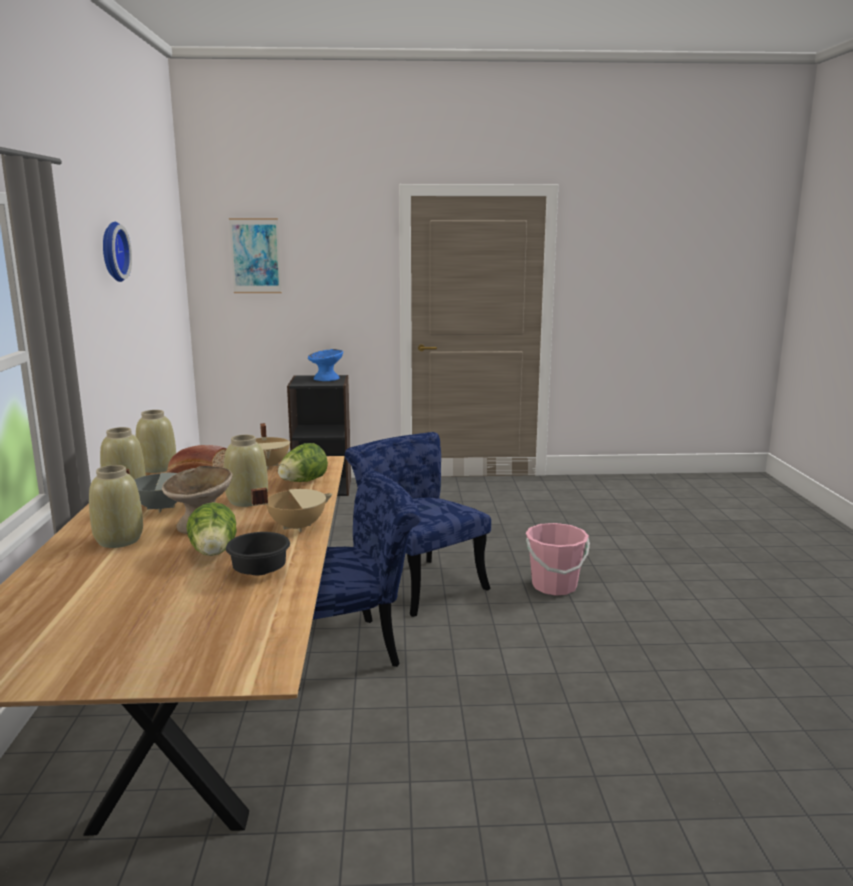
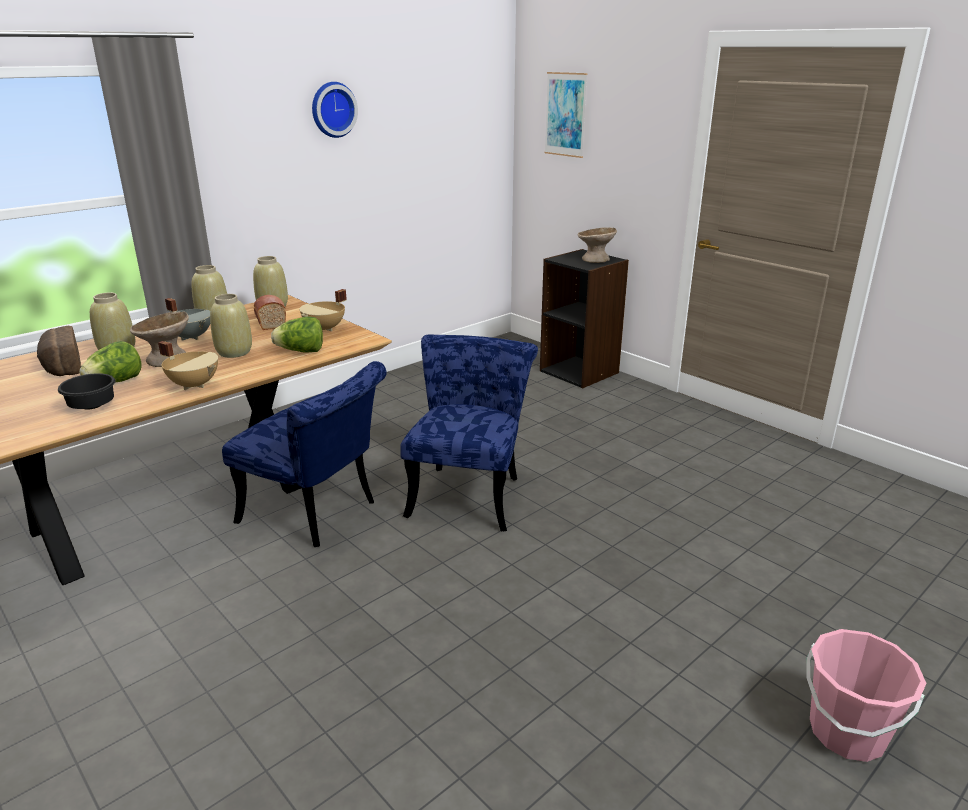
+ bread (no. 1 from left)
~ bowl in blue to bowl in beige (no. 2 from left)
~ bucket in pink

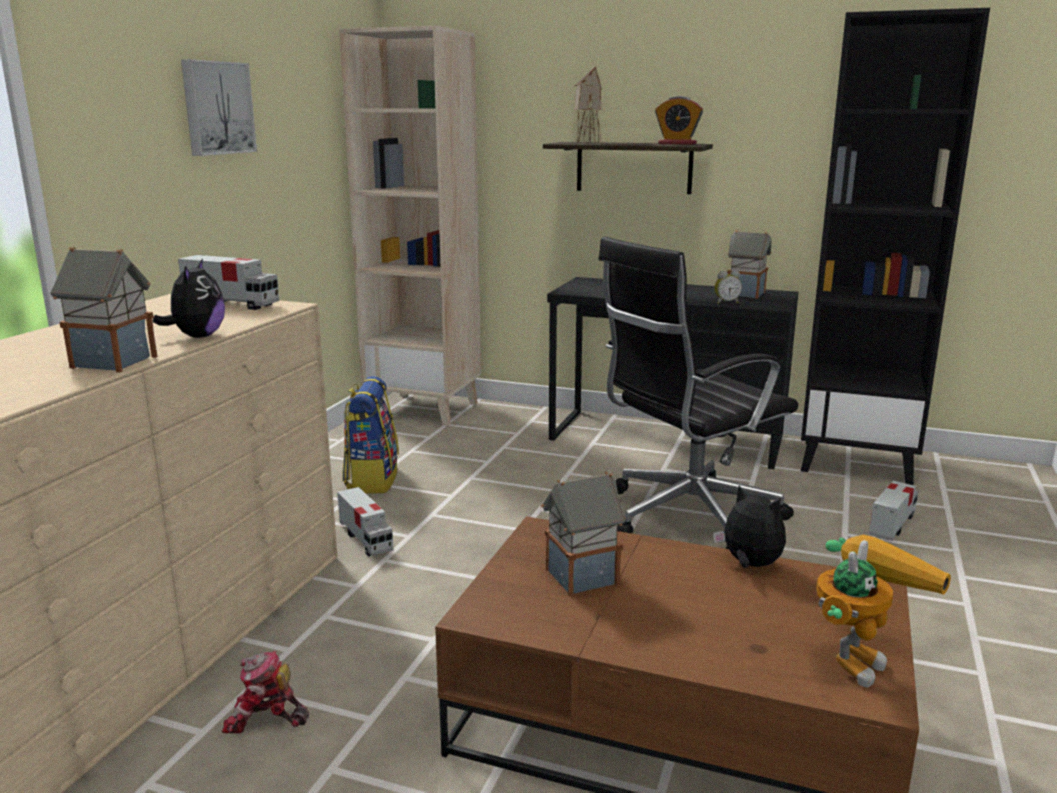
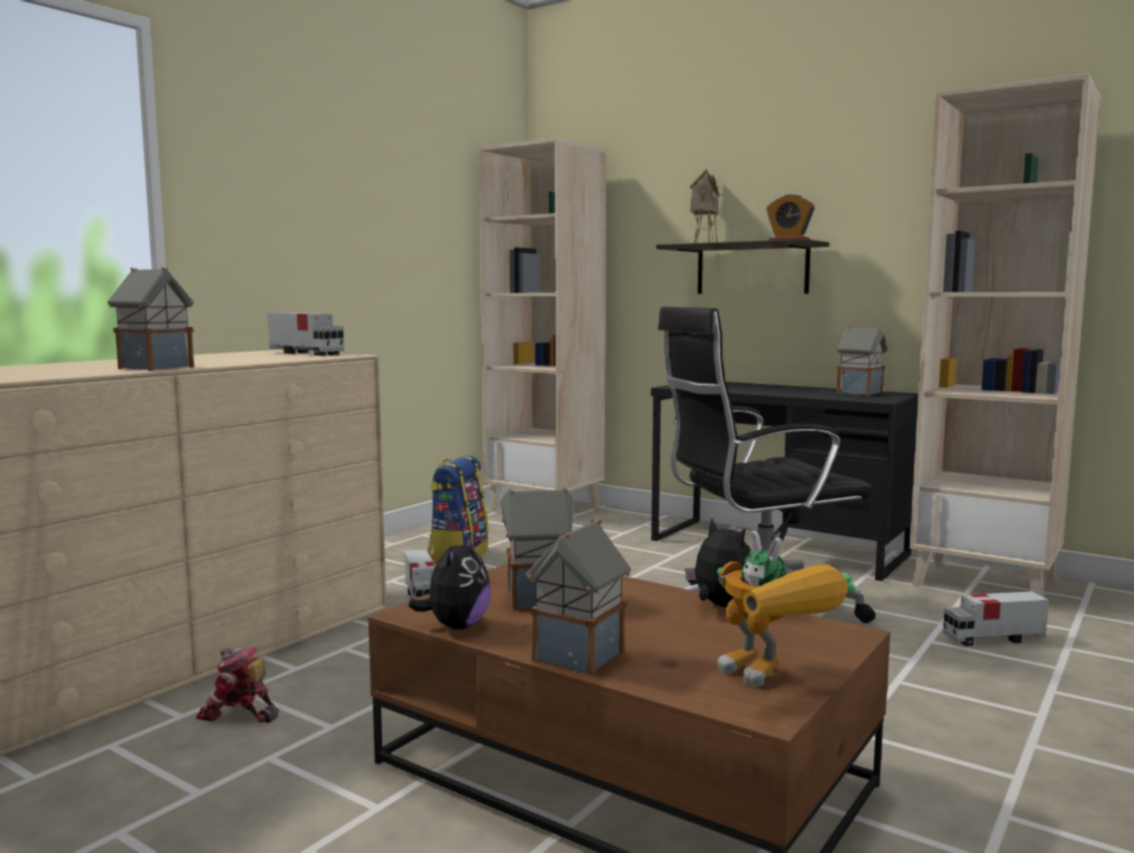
~ plush toy (no. 1 from left)
+ toy house (no. 3 from left)
~ toy robot (no. 2 from left) 90 degrees clockwise
~ bookcase in black to bookcase in beige (no. 2 from left)
~ toy truck (no. 3 from left) 150 degrees counterclockwise
- picture
- alarm clock (no. 2 from left)

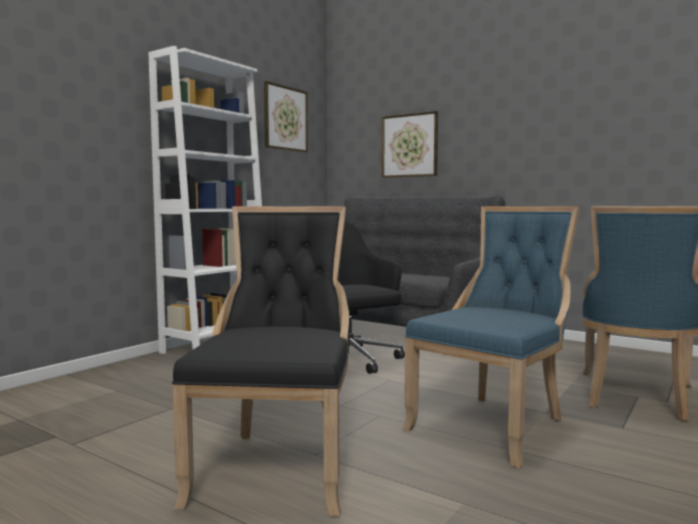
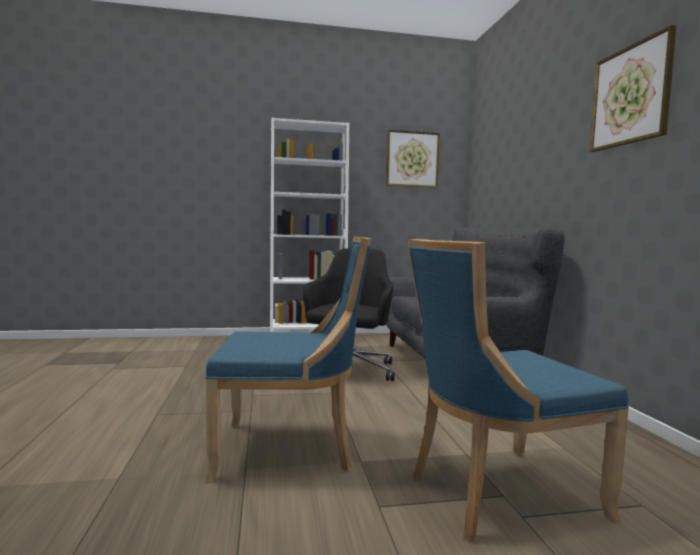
~ picture (no. 2 from left)
- chair in black

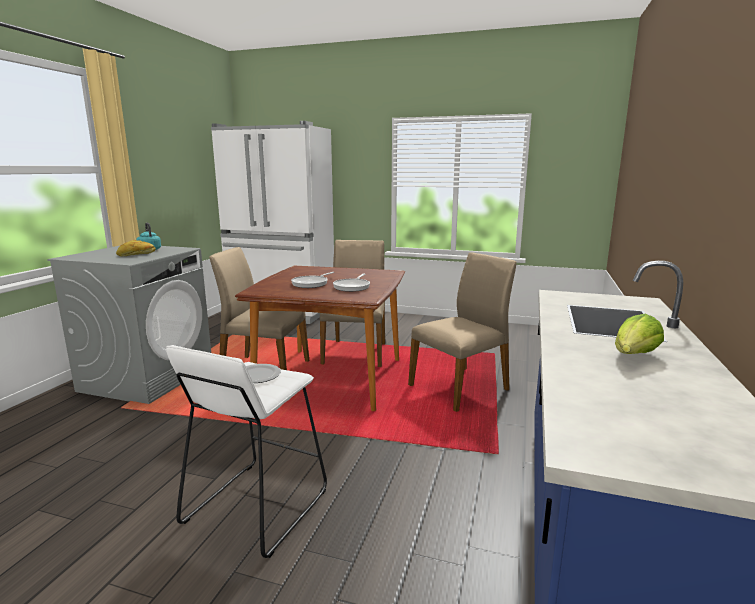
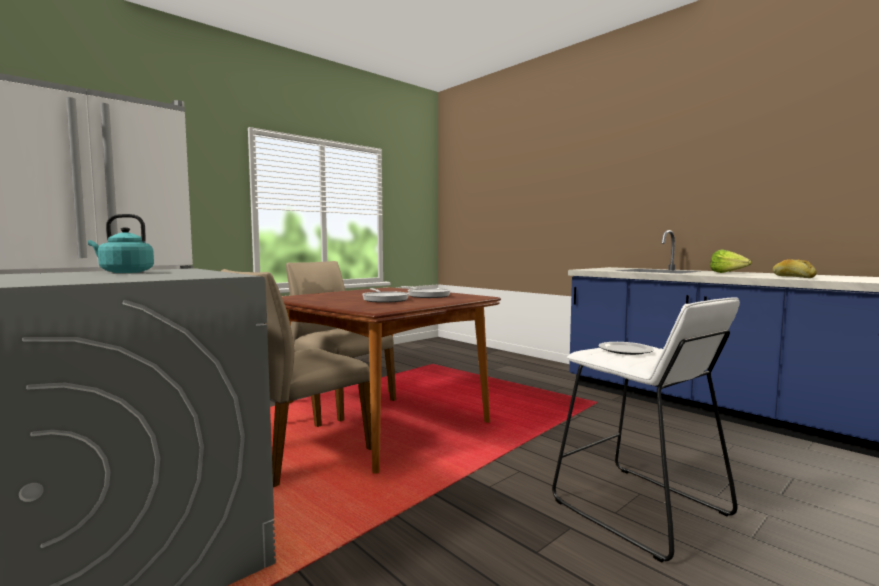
~ bread
- chair in beige (no. 3 from left)

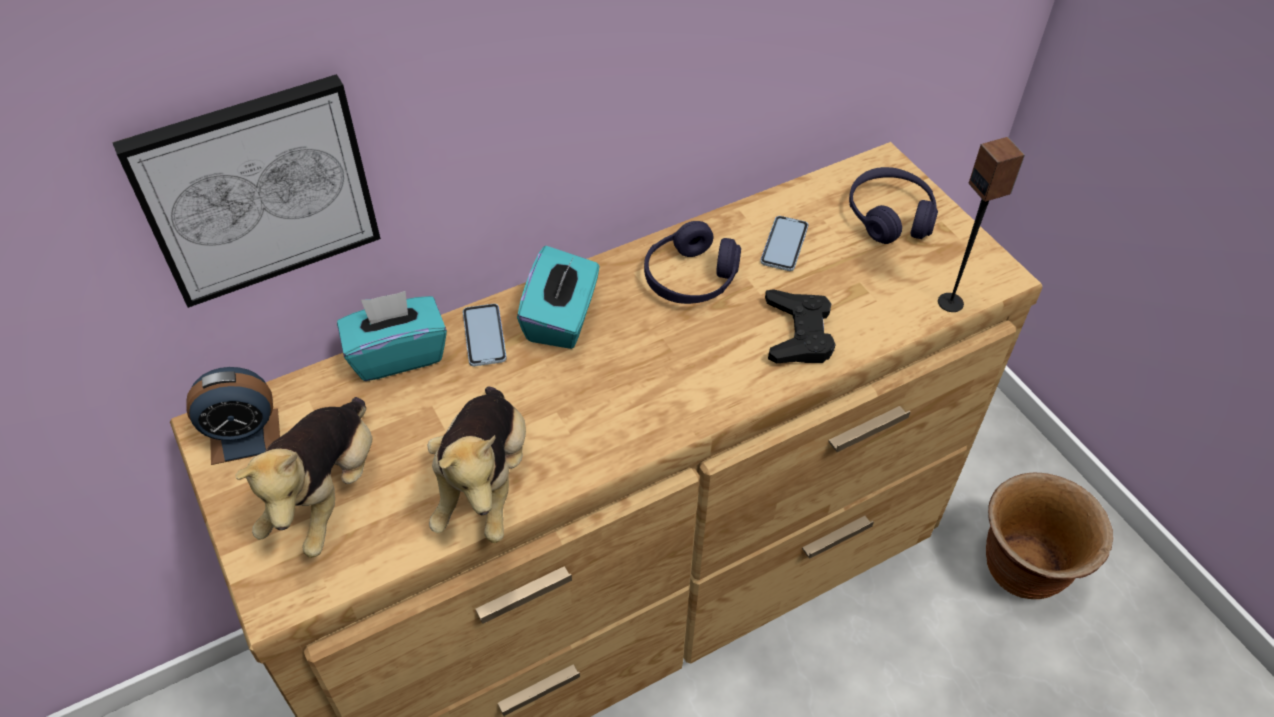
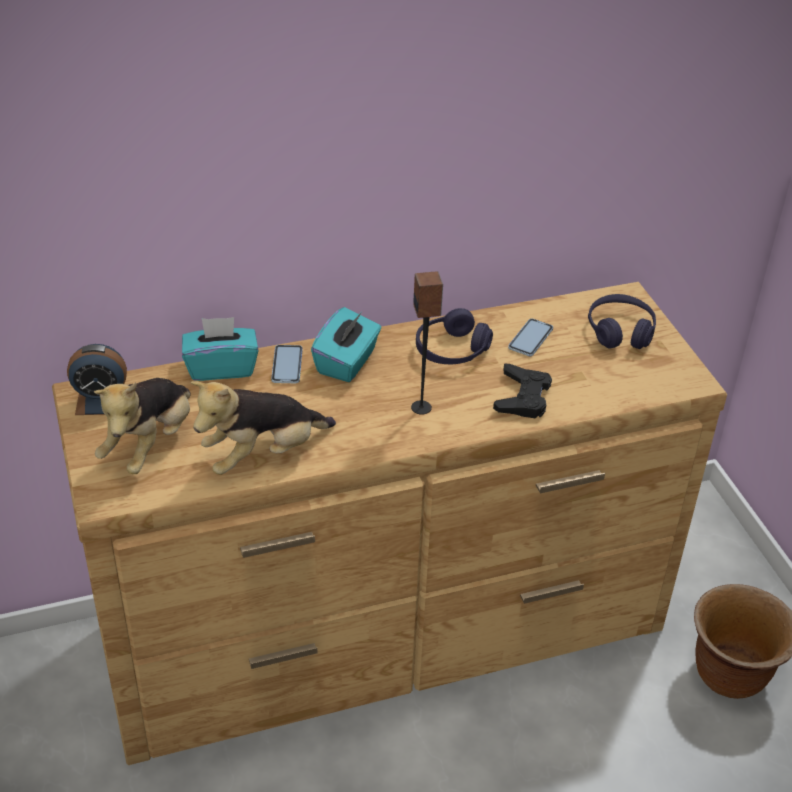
~ plush toy (no. 2 from left) 45 degrees clockwise
~ speaker
- picture

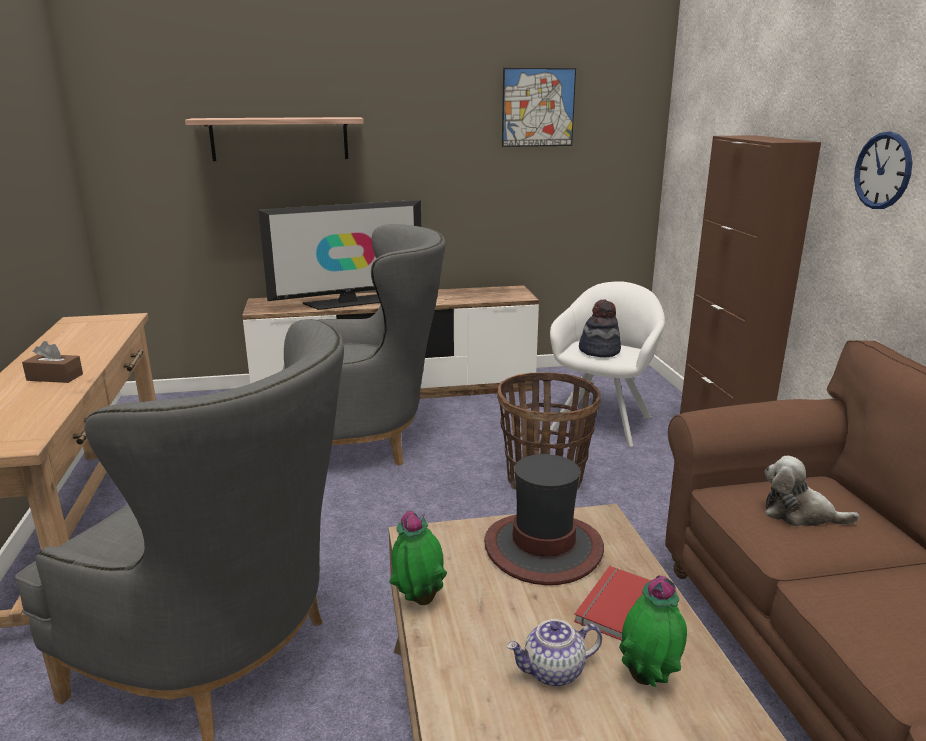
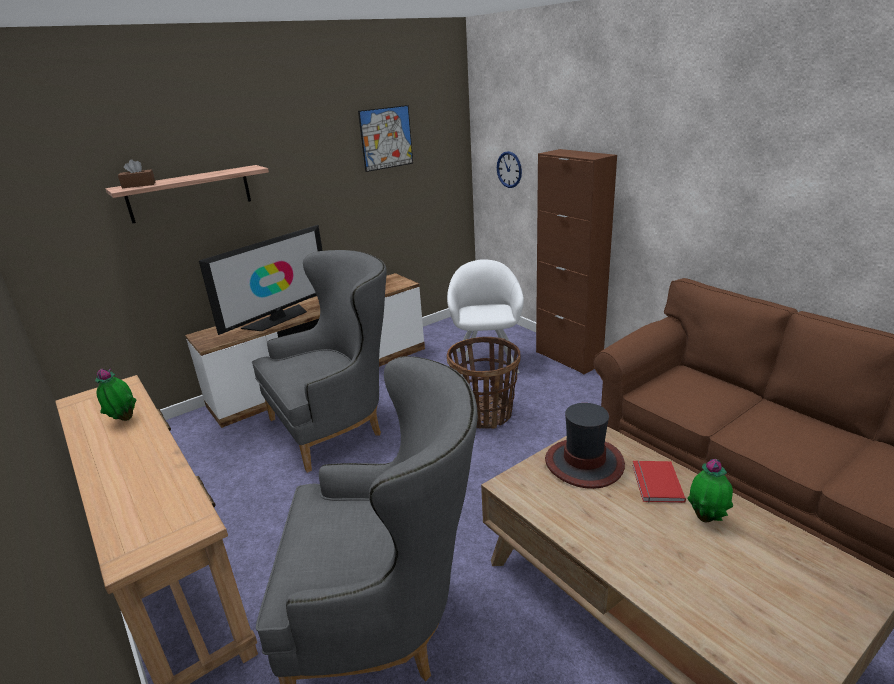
~ potted plant (no. 1 from left)
~ tissue box in brown
~ wall clock
- teapot
- hat (no. 2 from left)
- plush toy

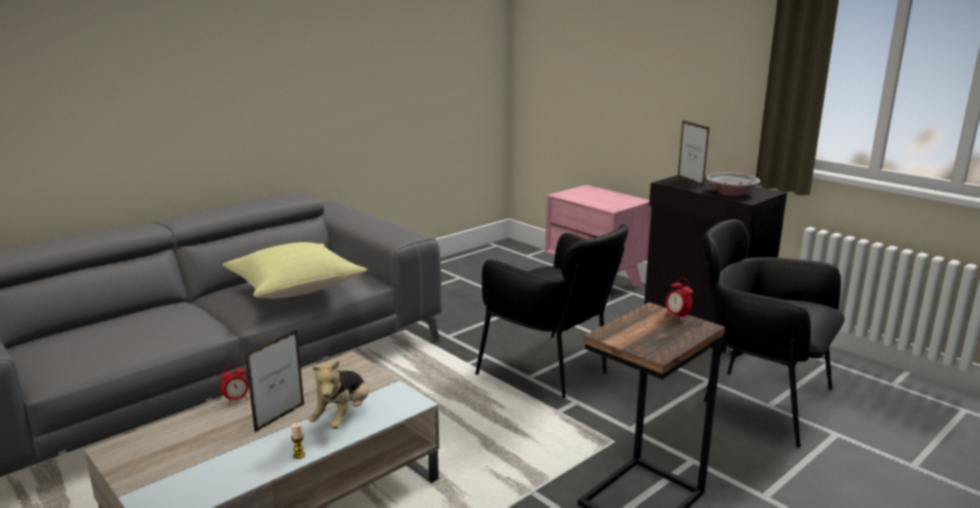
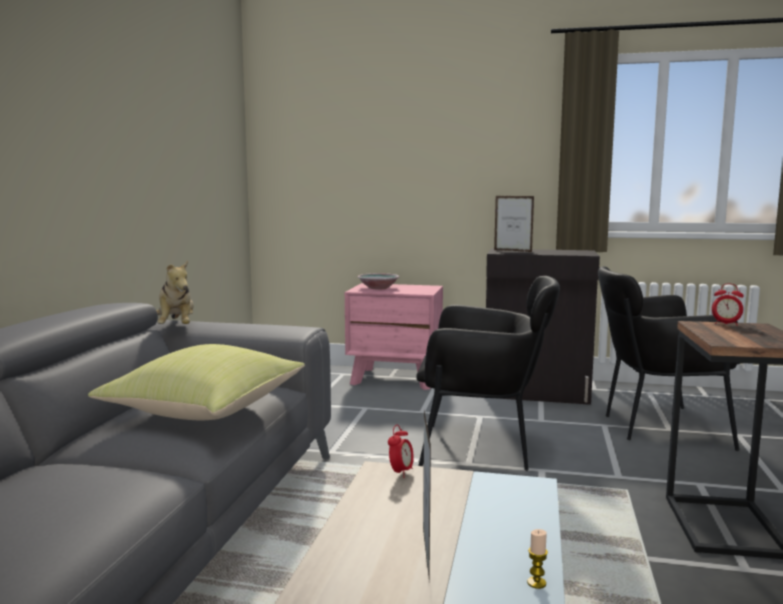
~ plush toy
~ bowl
~ alarm clock (no. 1 from left)

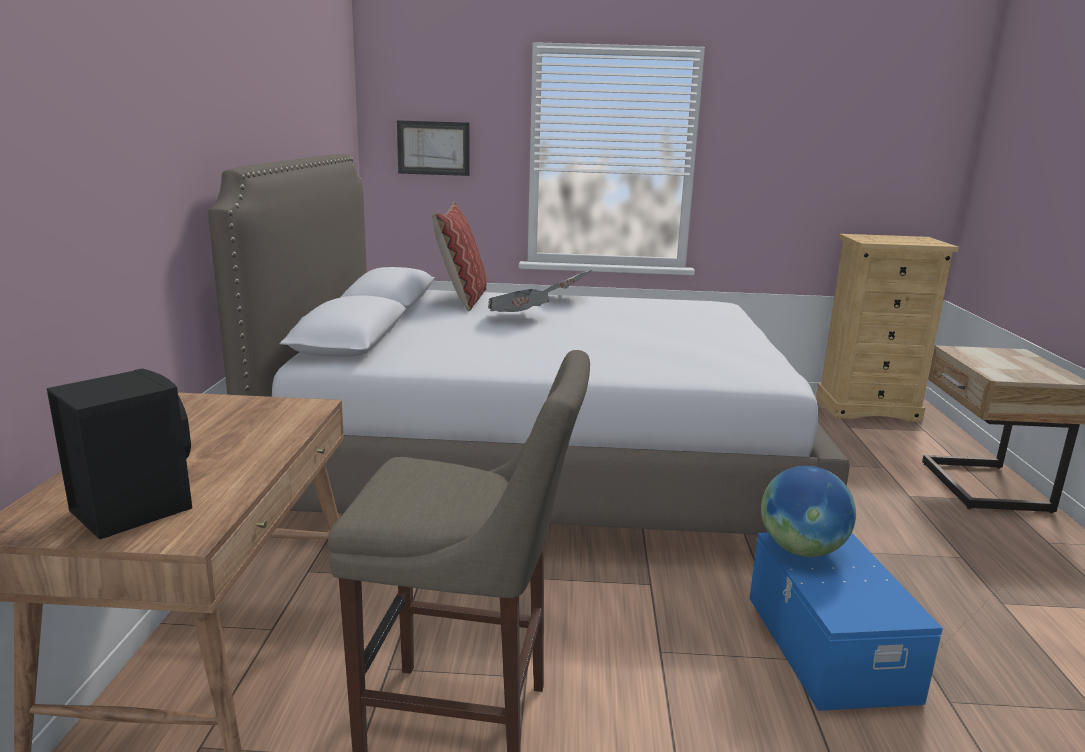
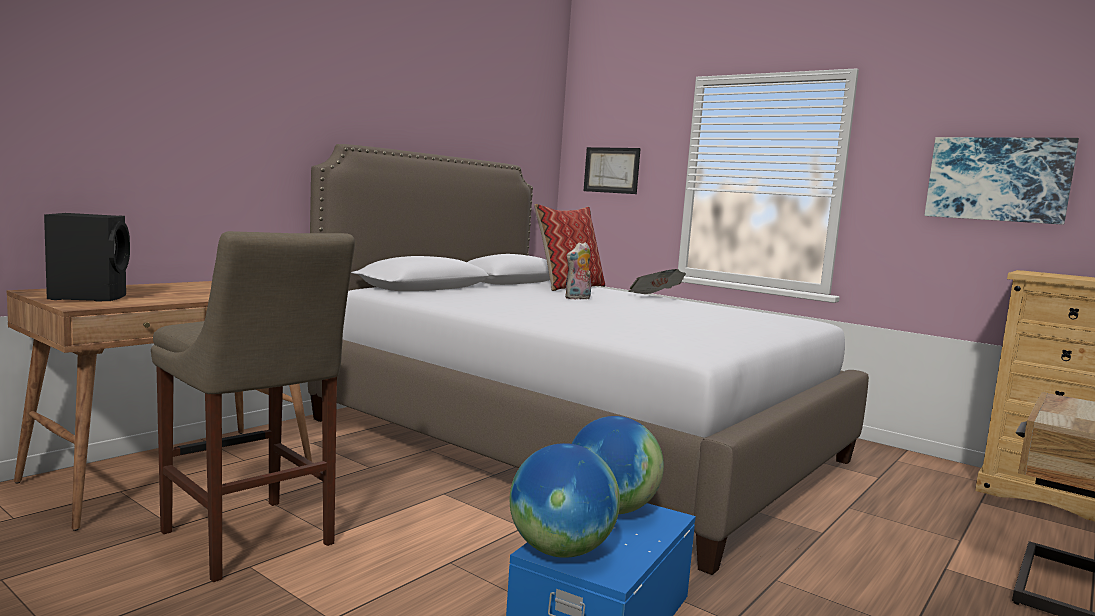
+ globe (no. 1 from left)
~ newspaper (no. 1 from left) to plush toy
+ picture (no. 2 from left)

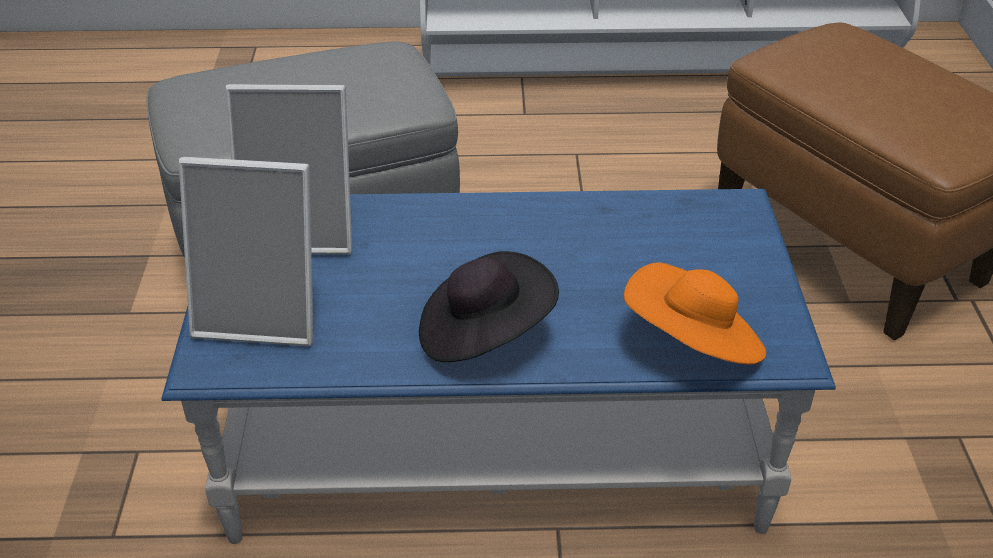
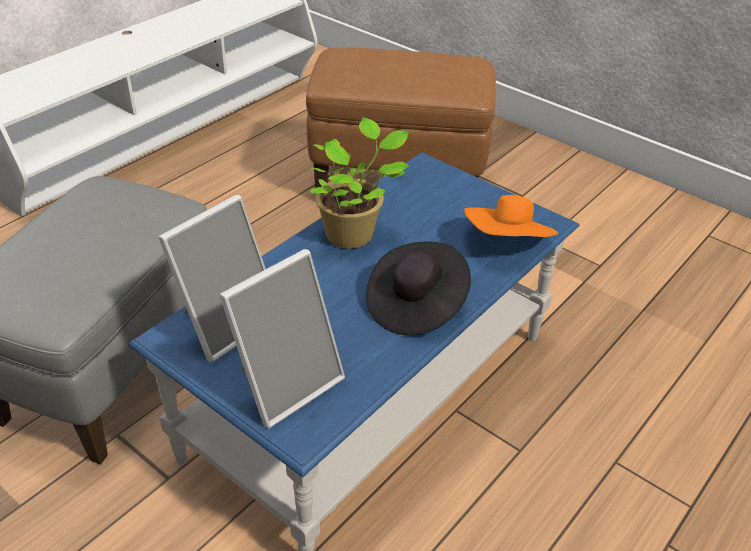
+ potted plant

